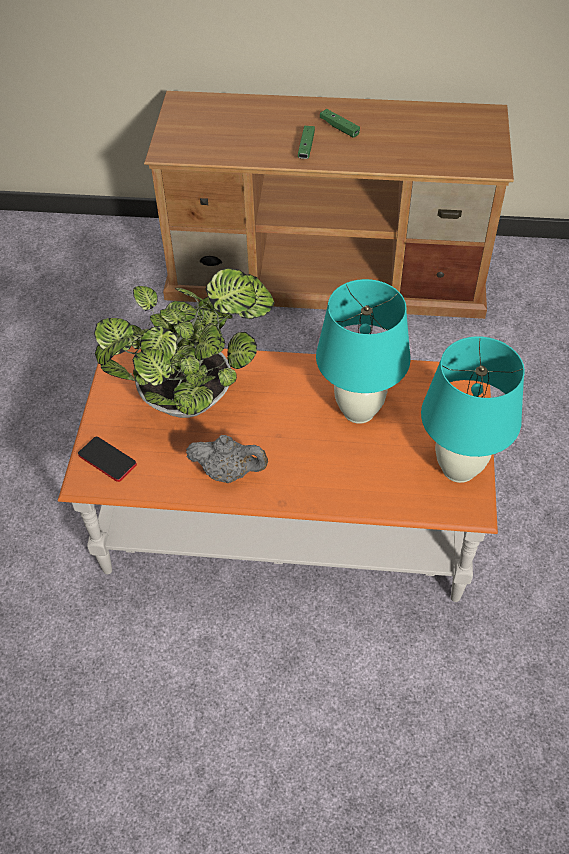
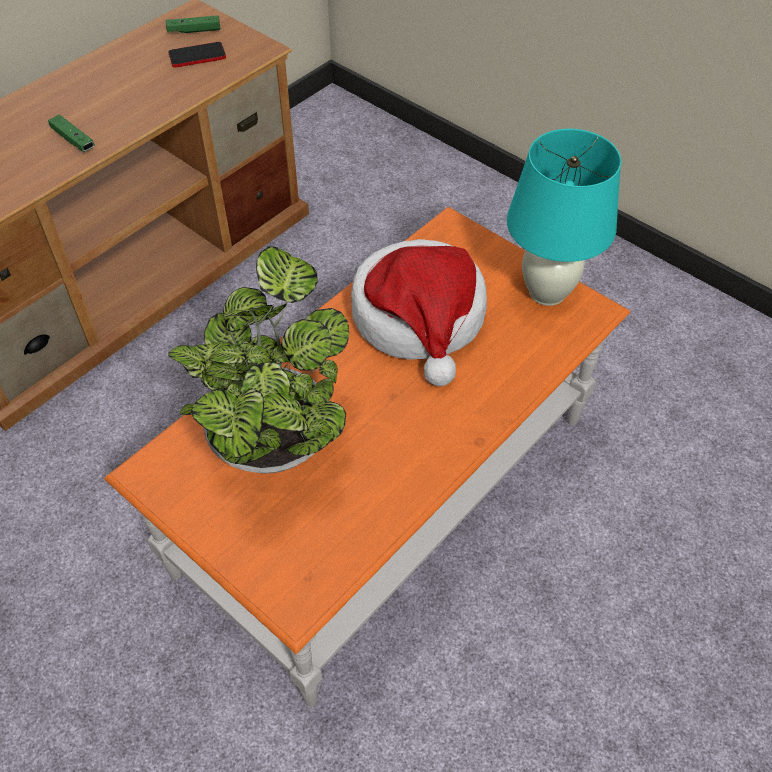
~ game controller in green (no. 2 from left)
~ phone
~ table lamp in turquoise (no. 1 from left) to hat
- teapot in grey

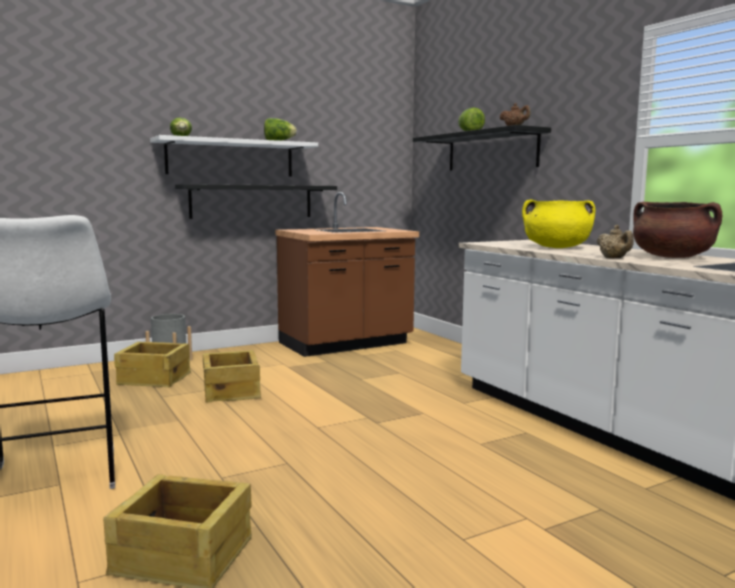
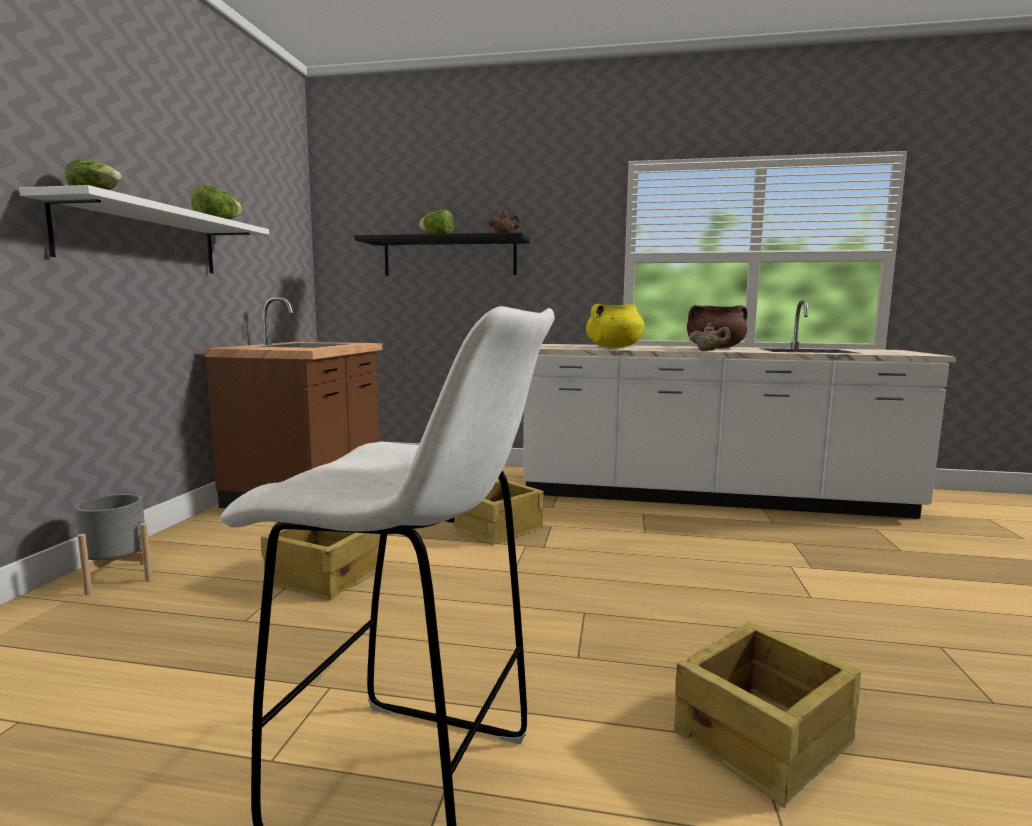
~ crate (no. 1 from left in the first image) to crate (no. 2 from left)
- shelf in black (no. 1 from left)

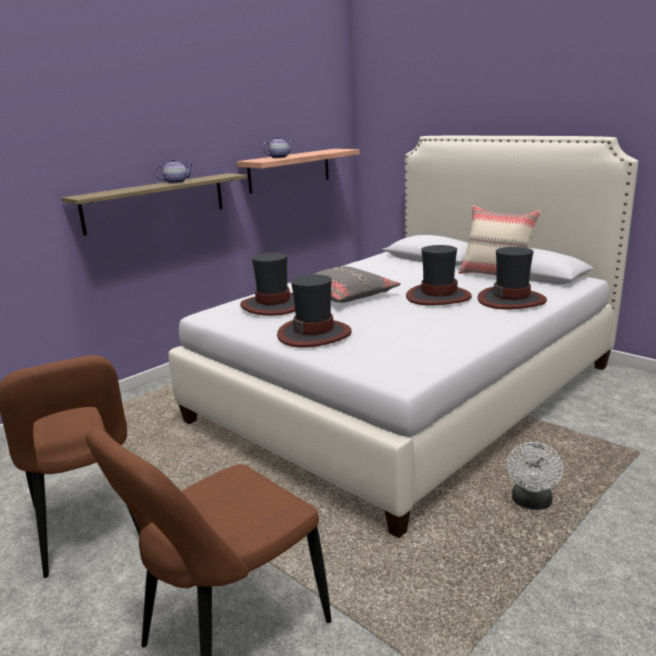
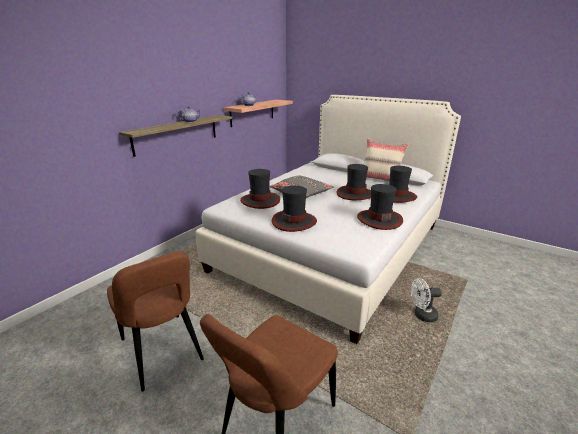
+ hat (no. 4 from left)
~ fan in white 75 degrees clockwise

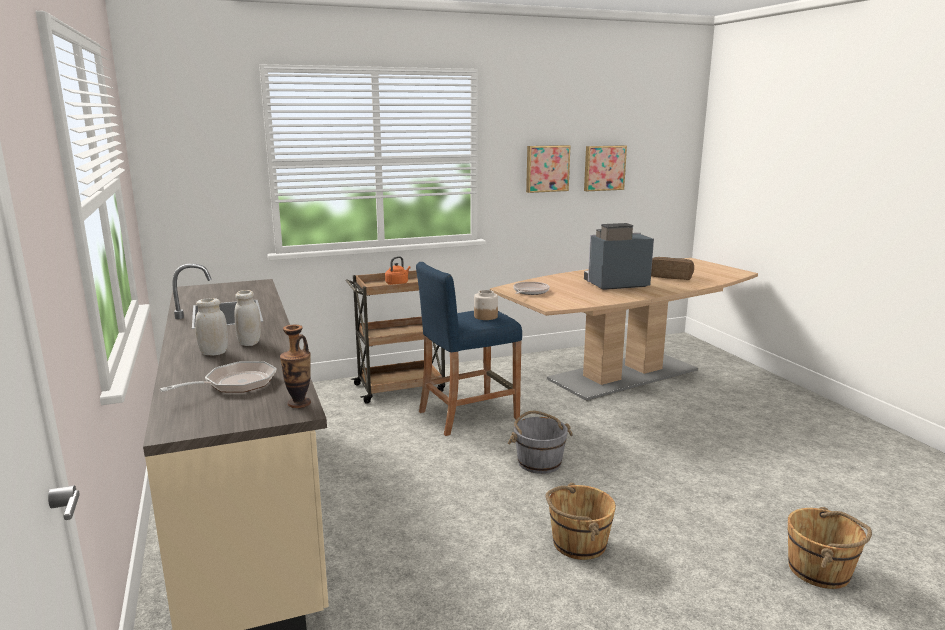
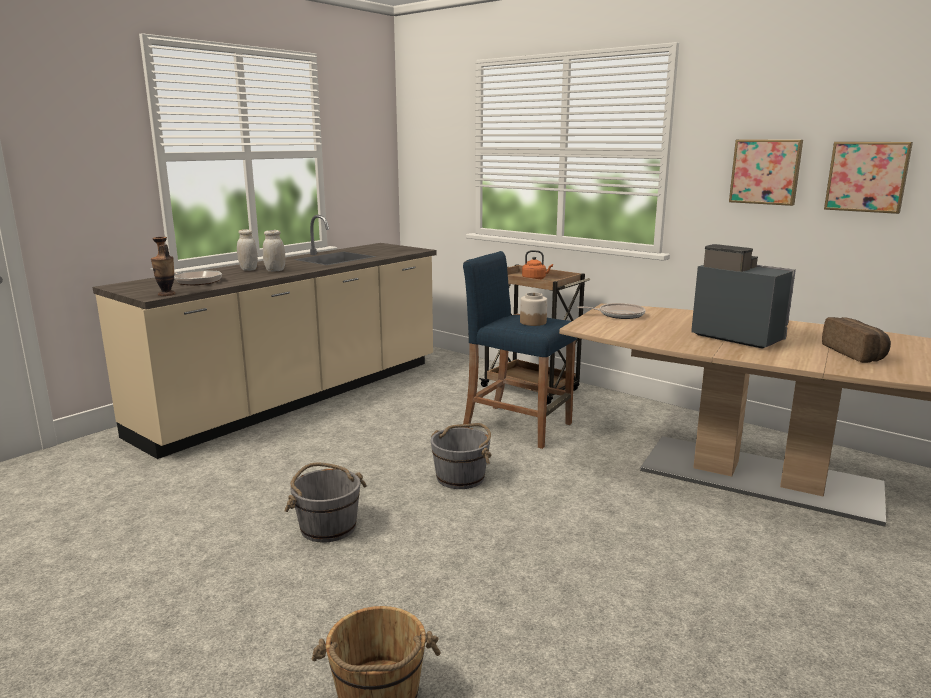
~ bucket in brown (no. 1 from left) to bucket in grey (no. 1 from left)

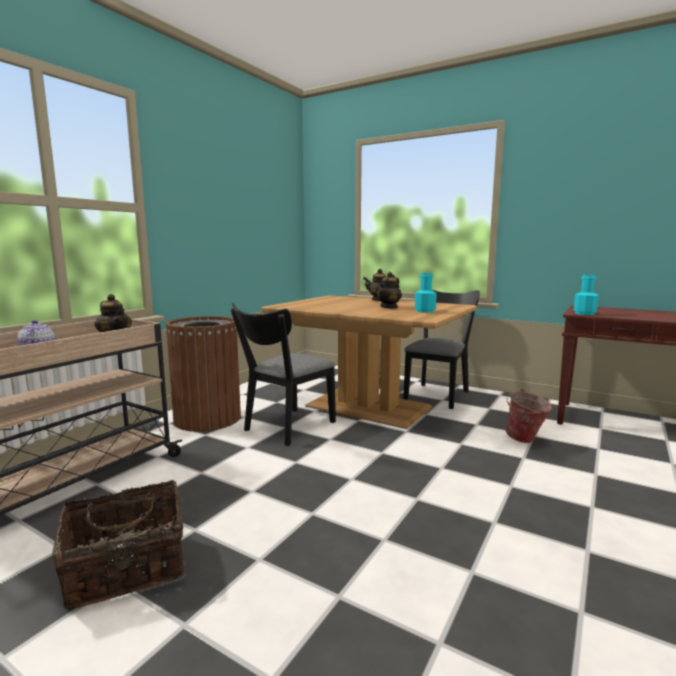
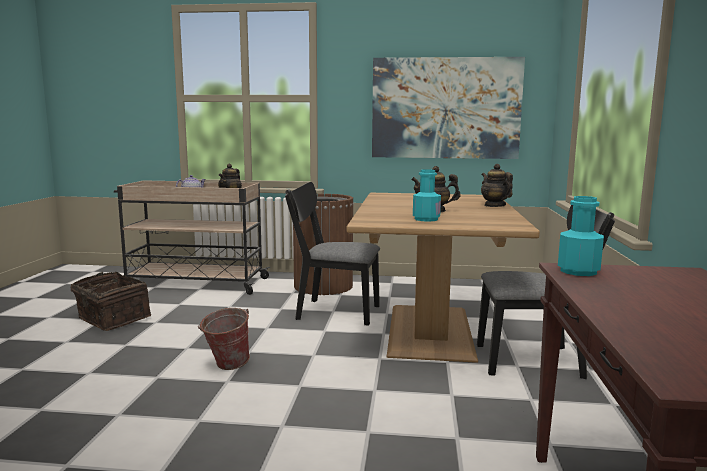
~ bucket
+ picture

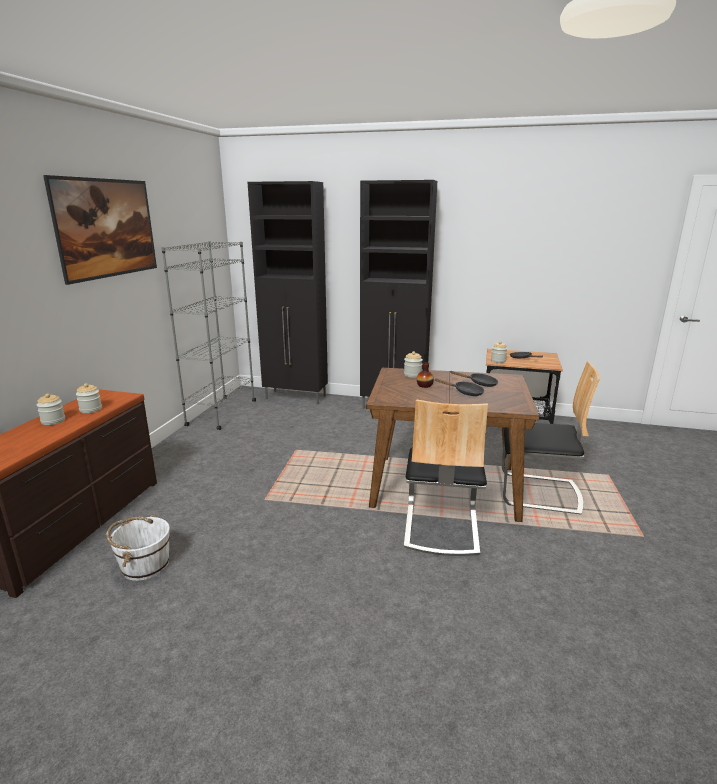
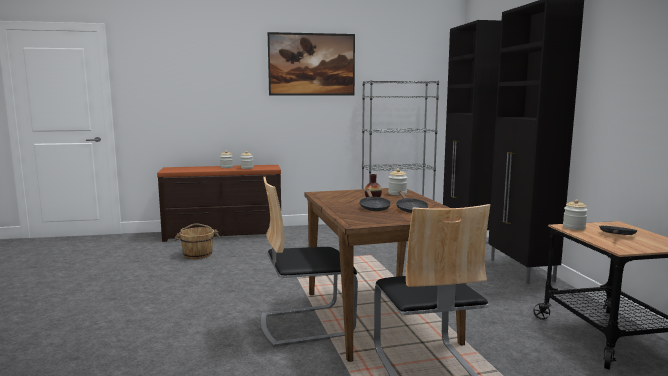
~ bucket in white to bucket in brown

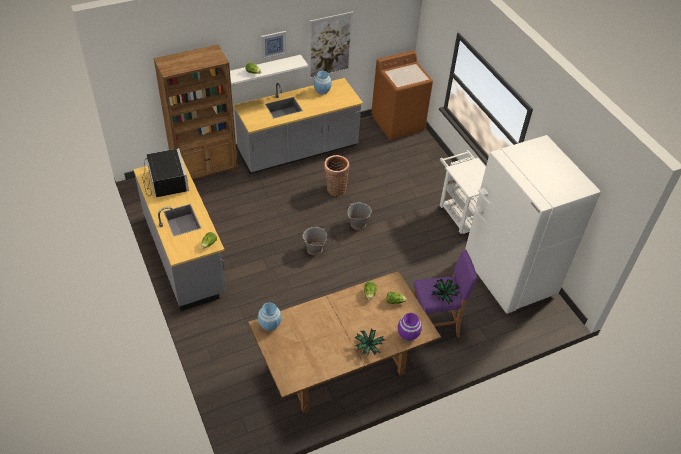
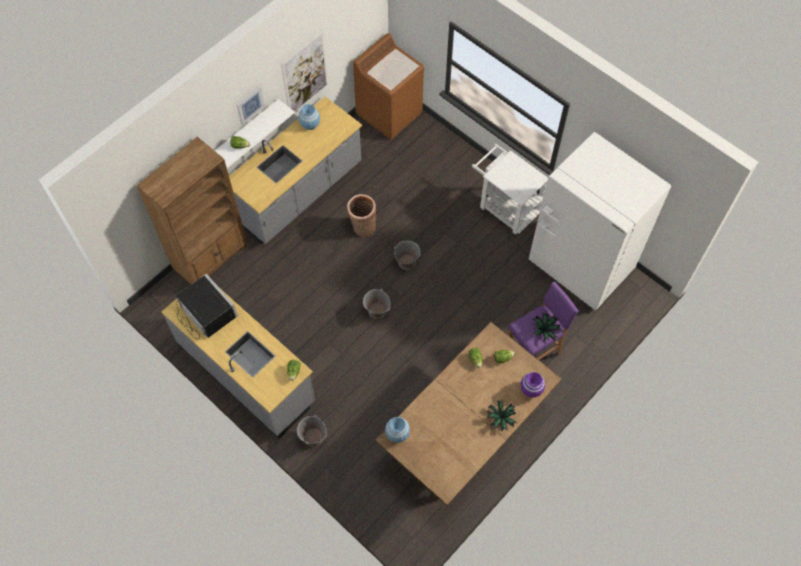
+ bucket in grey (no. 1 from left)

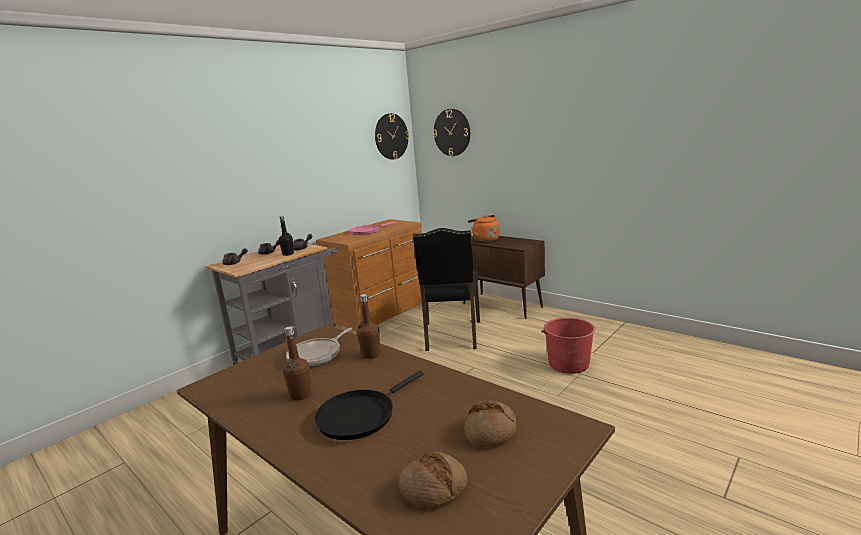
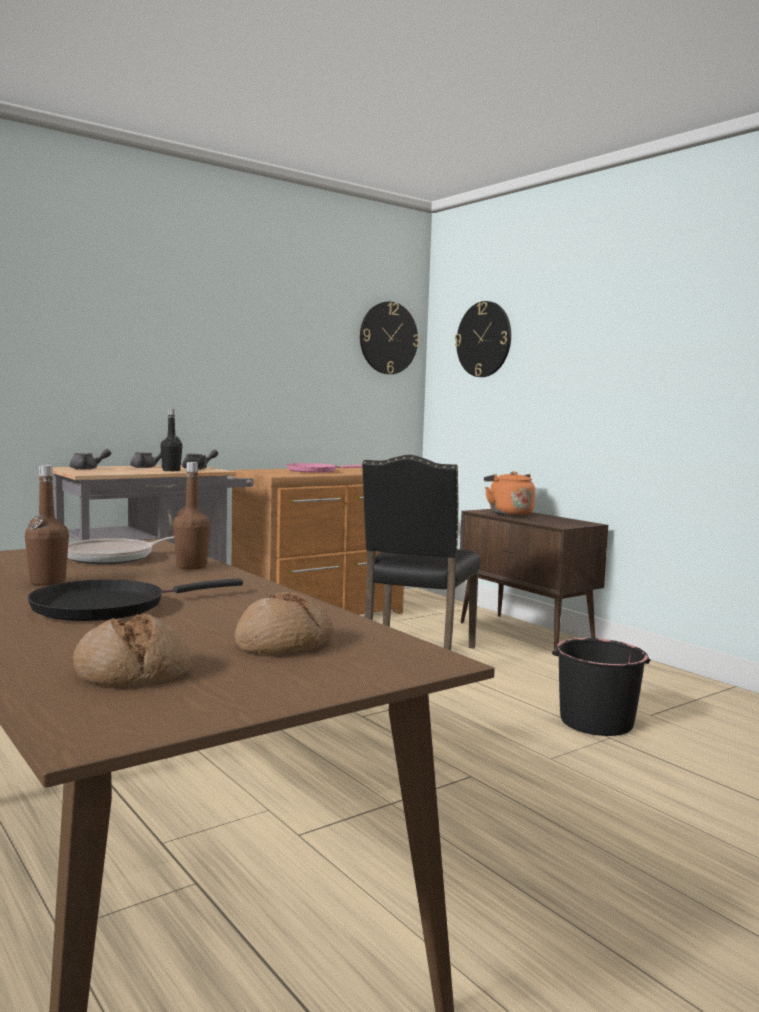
~ bucket in red to bucket in black

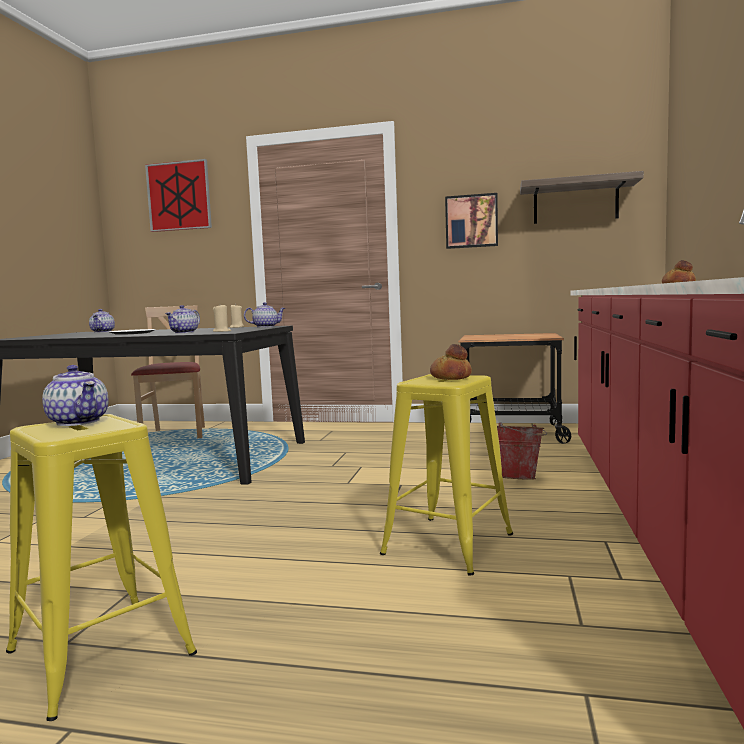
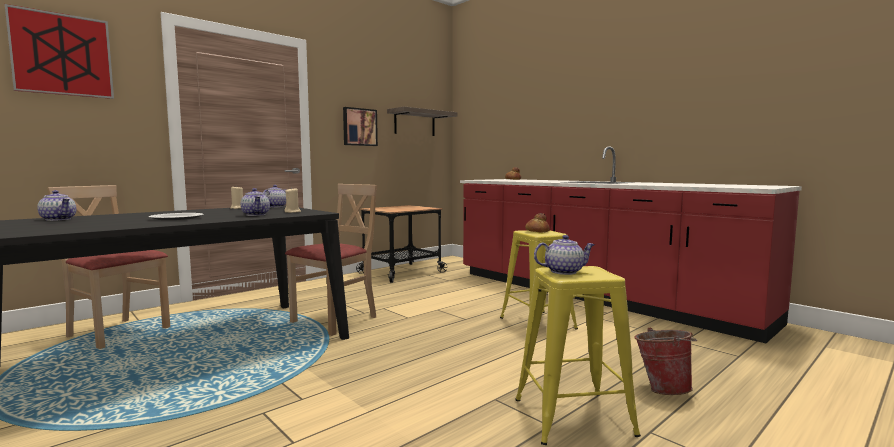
+ chair in beige (no. 2 from left)
~ bucket

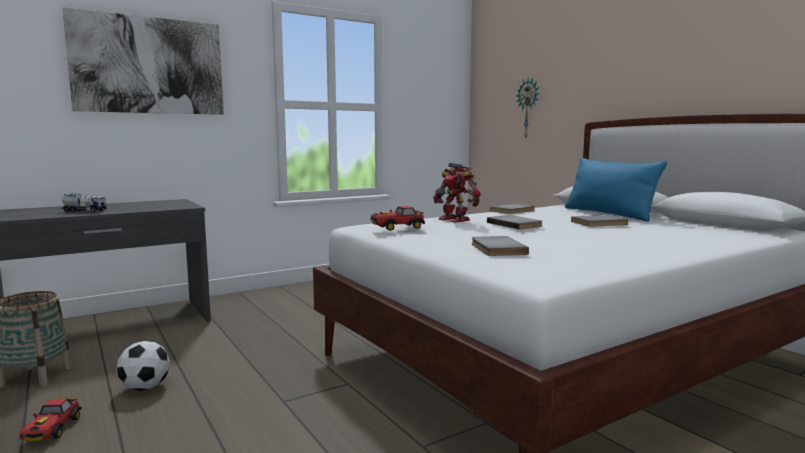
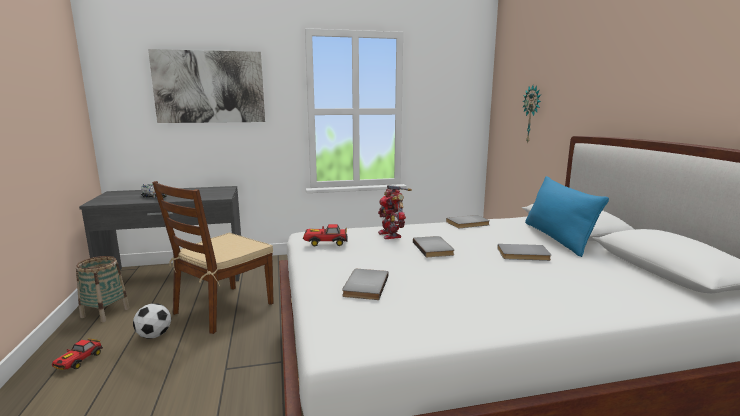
+ chair in brown

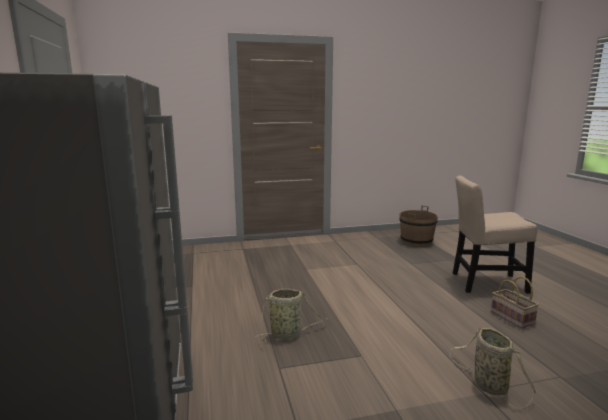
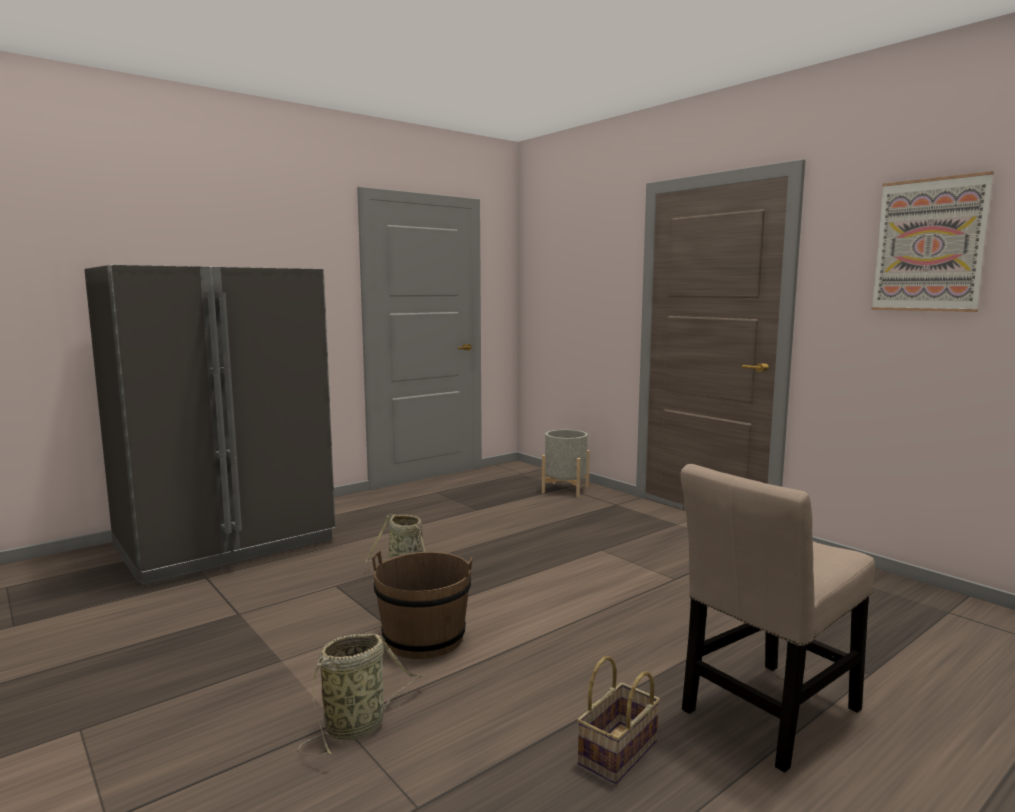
~ bucket in brown
+ planter in grey
~ chair in beige 105 degrees counterclockwise
+ picture

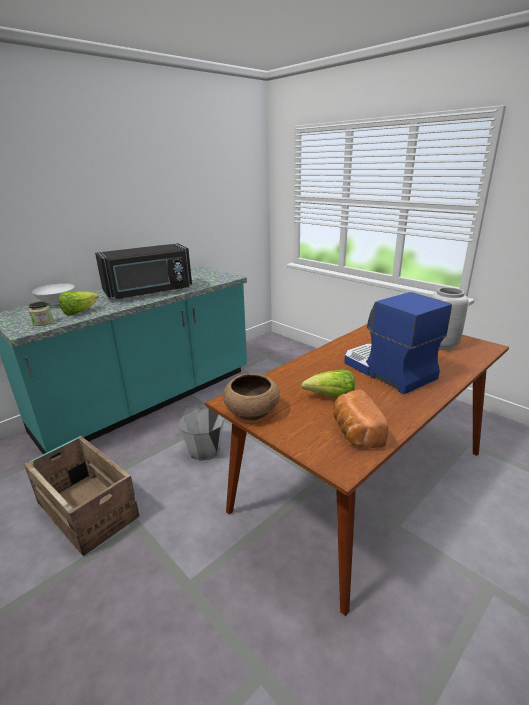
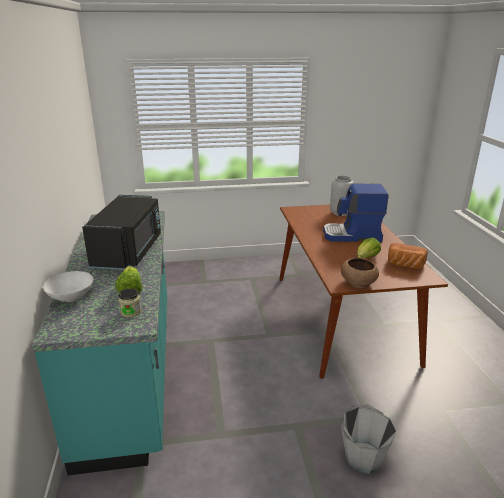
~ bucket in grey
- crate

